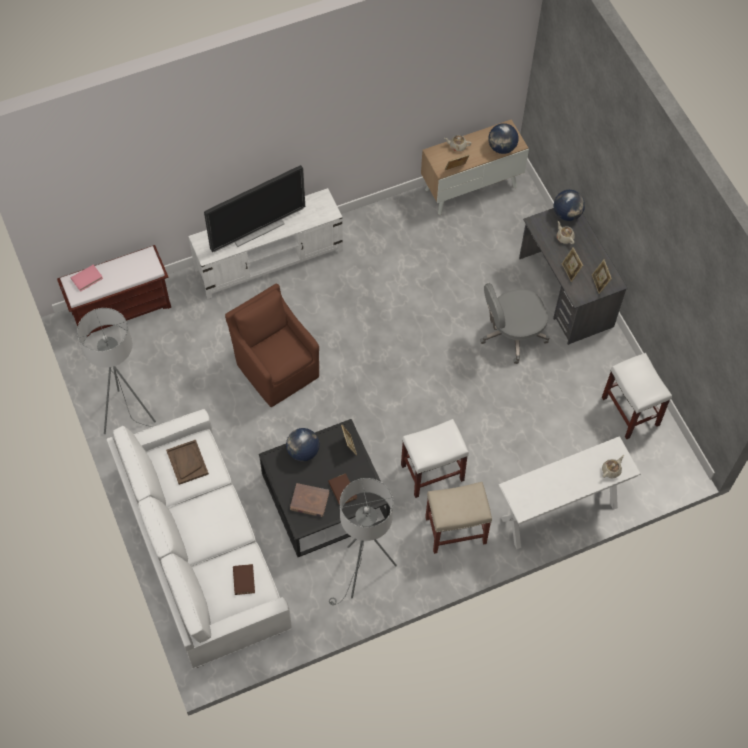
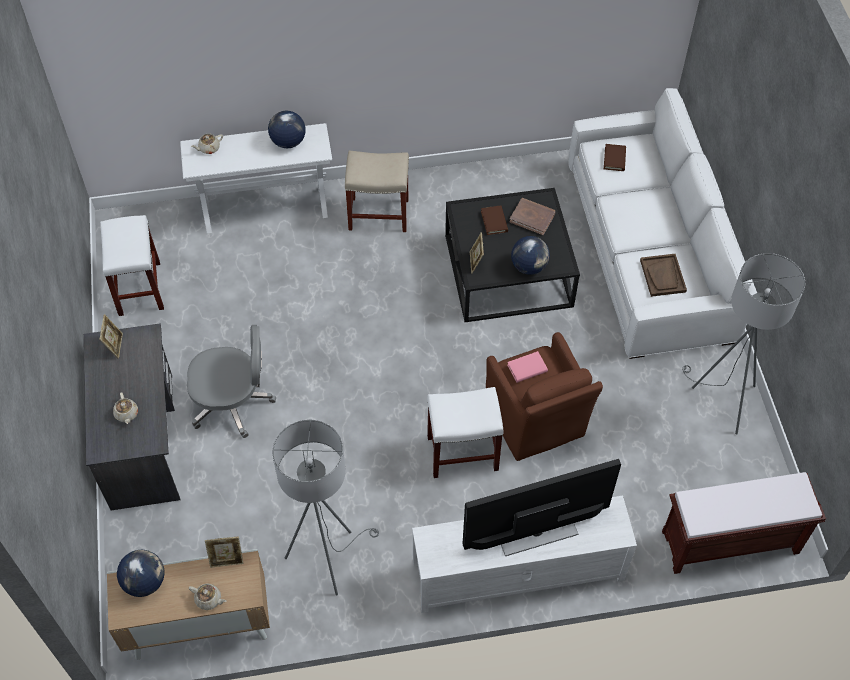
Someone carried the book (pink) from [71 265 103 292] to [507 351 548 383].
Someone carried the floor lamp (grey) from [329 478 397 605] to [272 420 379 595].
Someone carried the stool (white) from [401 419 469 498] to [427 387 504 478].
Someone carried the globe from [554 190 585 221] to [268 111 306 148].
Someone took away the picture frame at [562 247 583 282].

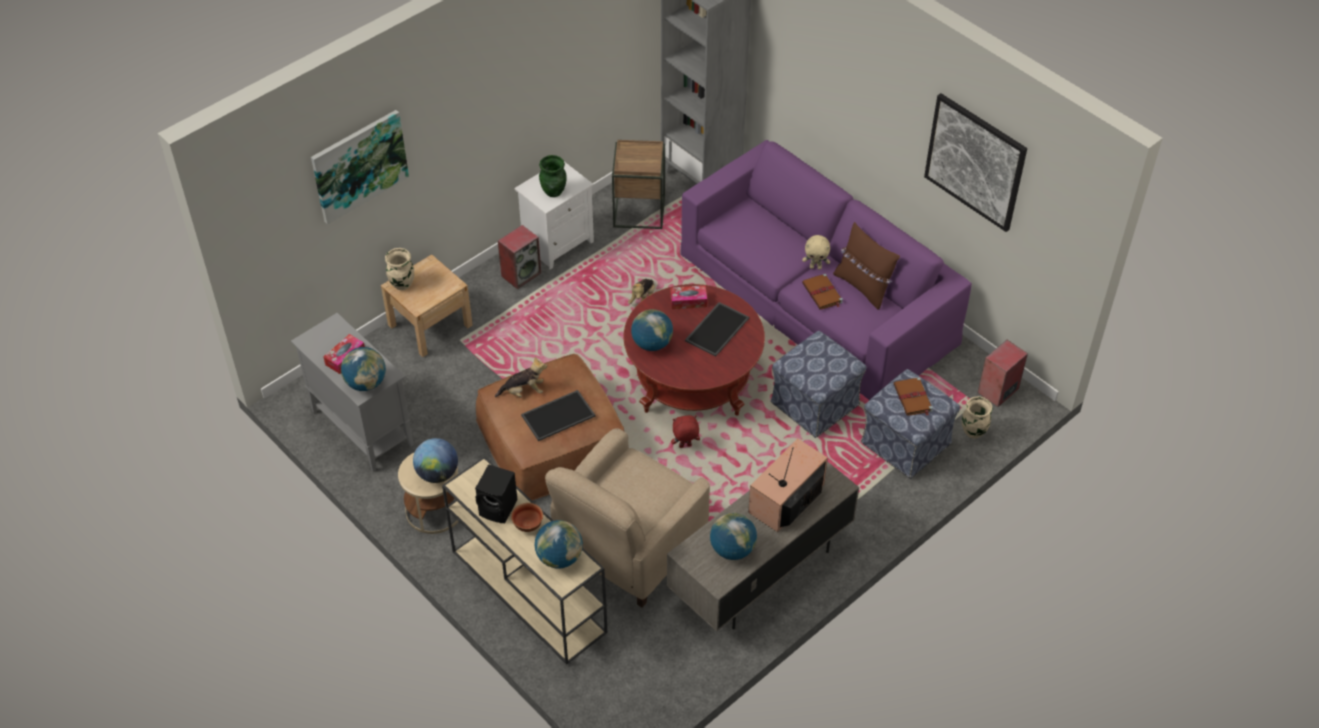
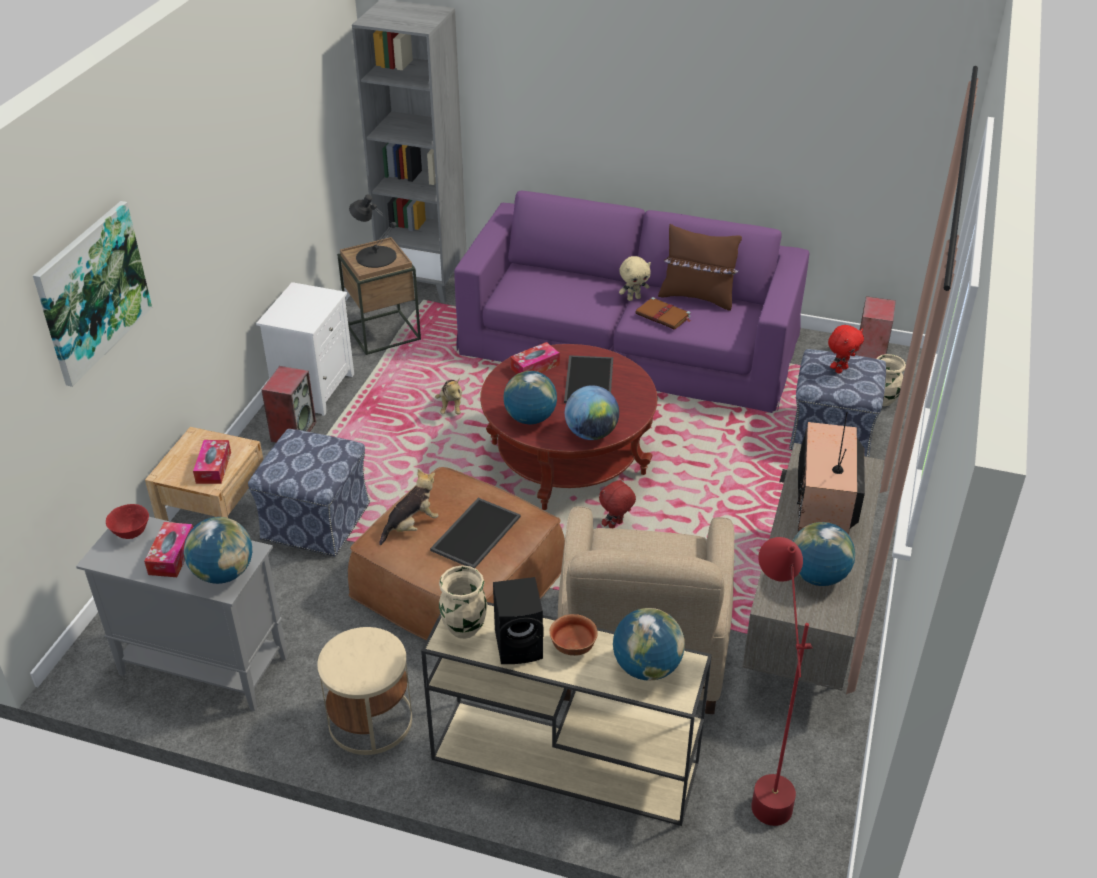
Someone carried the vase (beige) from [385 248 414 290] to [439 565 487 639].
Someone carried the globe from [413 438 458 483] to [565 385 619 440].
Someone took away the vase (green) at [539 155 567 197].
Someone carried the ottoman from [771 331 867 438] to [248 429 370 556].
Someone swapped the book (brown) at [893 377 933 416] for the plush toy (red) at [828 325 864 374].
Someone took away the picture at [924 93 1027 232].
Someone put down the bowl (red) at [106 504 149 539].
Someone put down the tissue box at [193 440 231 484].
Someone put down the table lamp (black) at [349 194 397 268].
Someone put down the floor lamp (red) at [751 537 813 826].

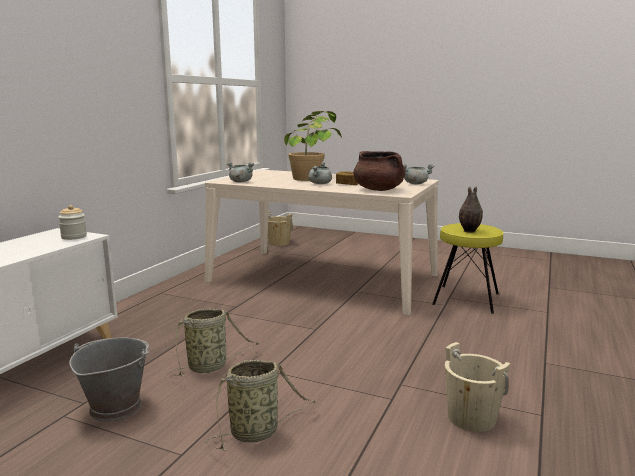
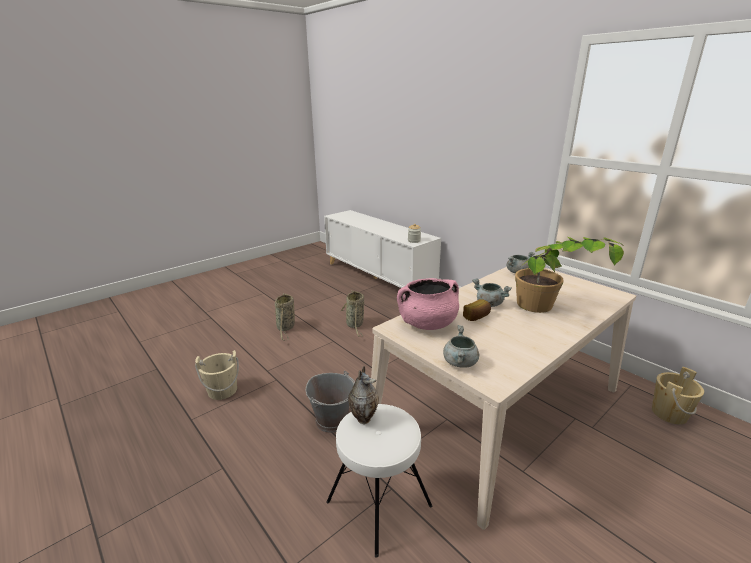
Someone carried the bucket (grey) from [69 338 149 422] to [306 371 355 432].
Someone repainted the cooking pot (brown) at [354 151 405 191], which became the cooking pot (pink) at [397 278 459 330].
Someone repainted the stool (yellow) at [432 223 503 314], which became the stool (white) at [326 404 432 558].

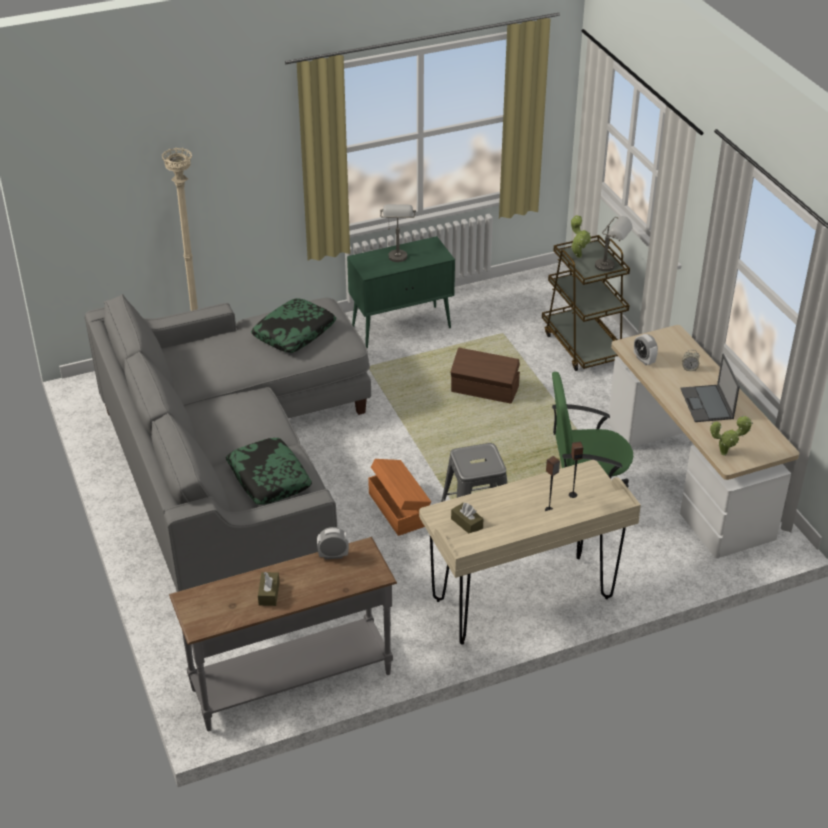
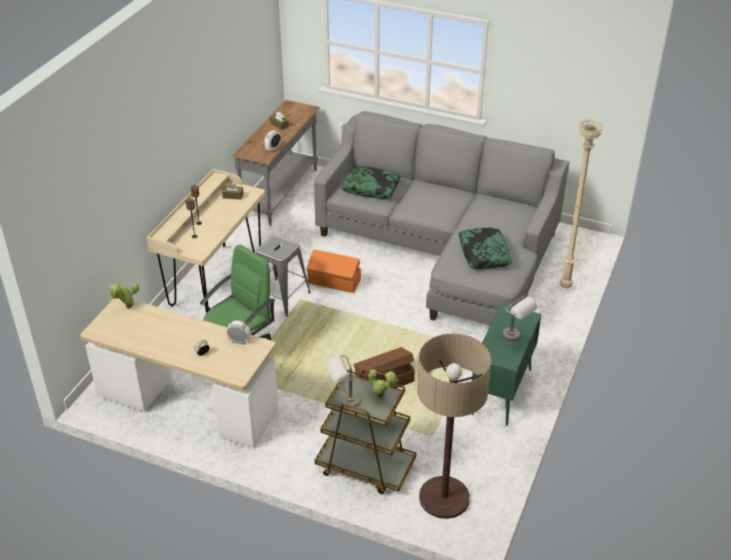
Someone took away the laptop at [680 353 740 422].
Someone put down the floor lamp at [417 333 491 519].

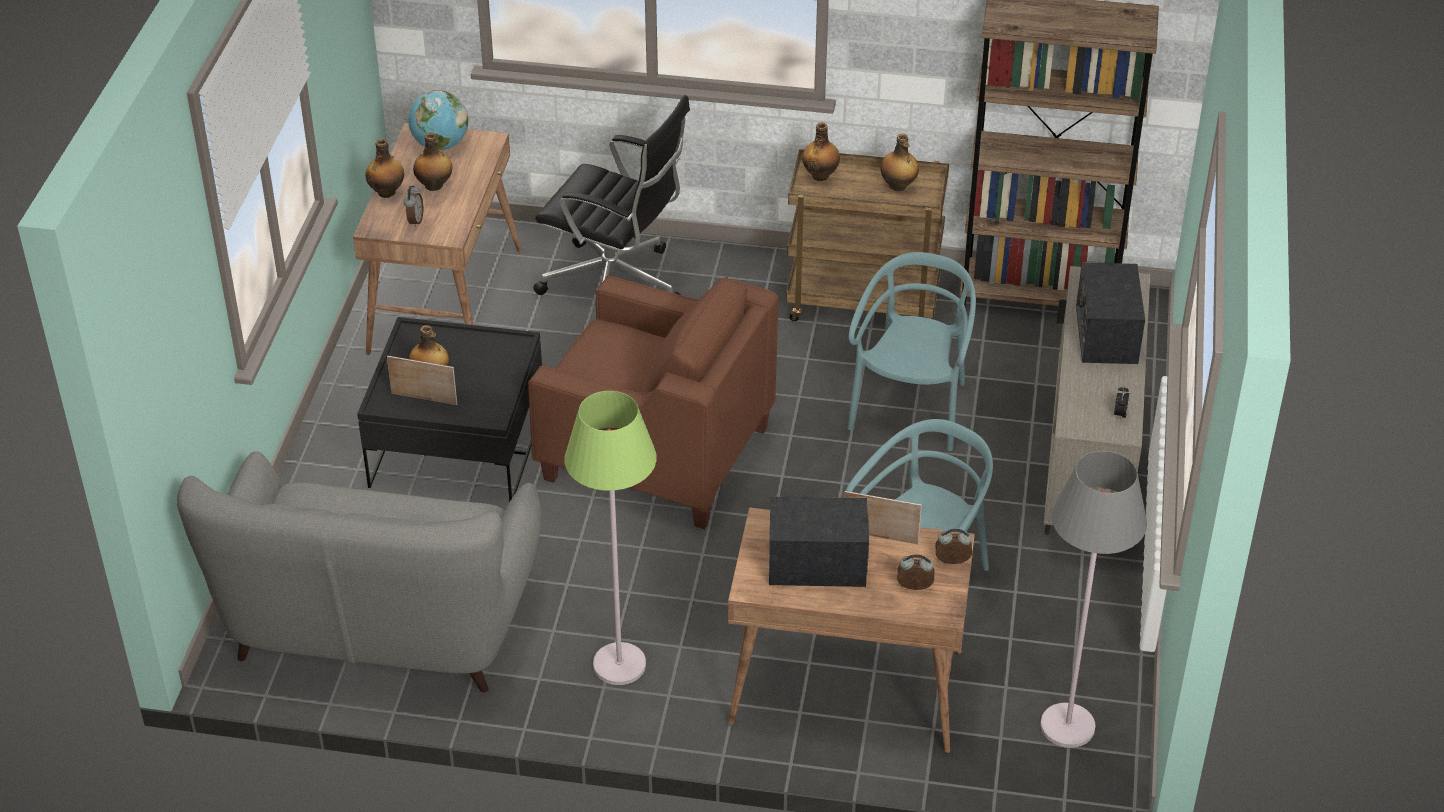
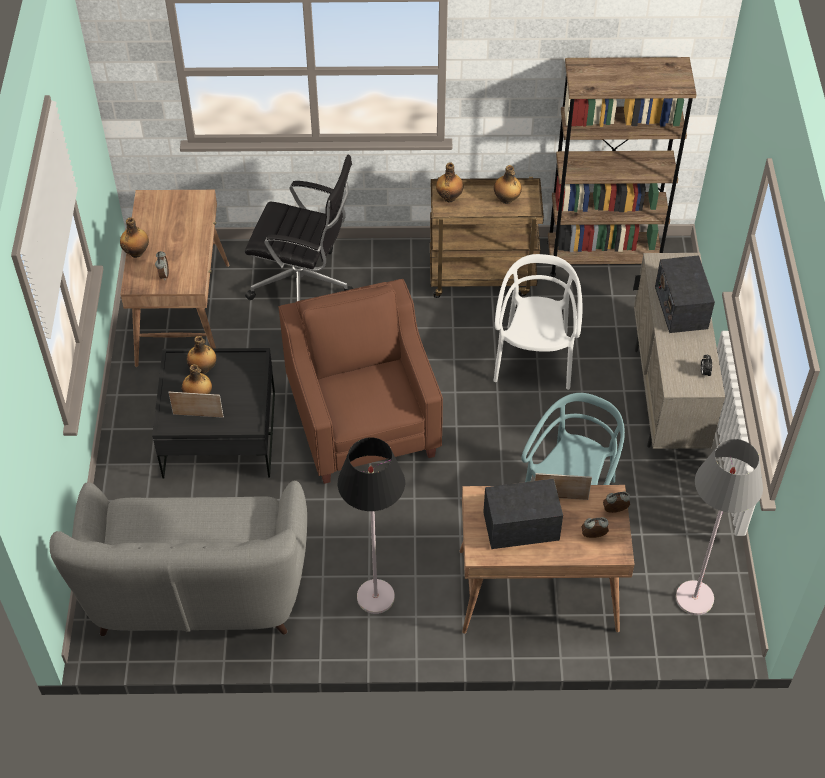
Someone took away the globe at [408 90 468 150].
Someone carried the bottle from [413 133 452 191] to [187 336 216 374].
Someone rotated the armchair (brown) at [528 276 779 529] by 120 degrees counterclockwise.
Someone repainted the floor lamp (green) at [564 391 657 685], which became the floor lamp (black) at [338 438 405 614].
Someone repainted the chair (turquoise) at [848 252 976 451], which became the chair (white) at [494 254 582 390].

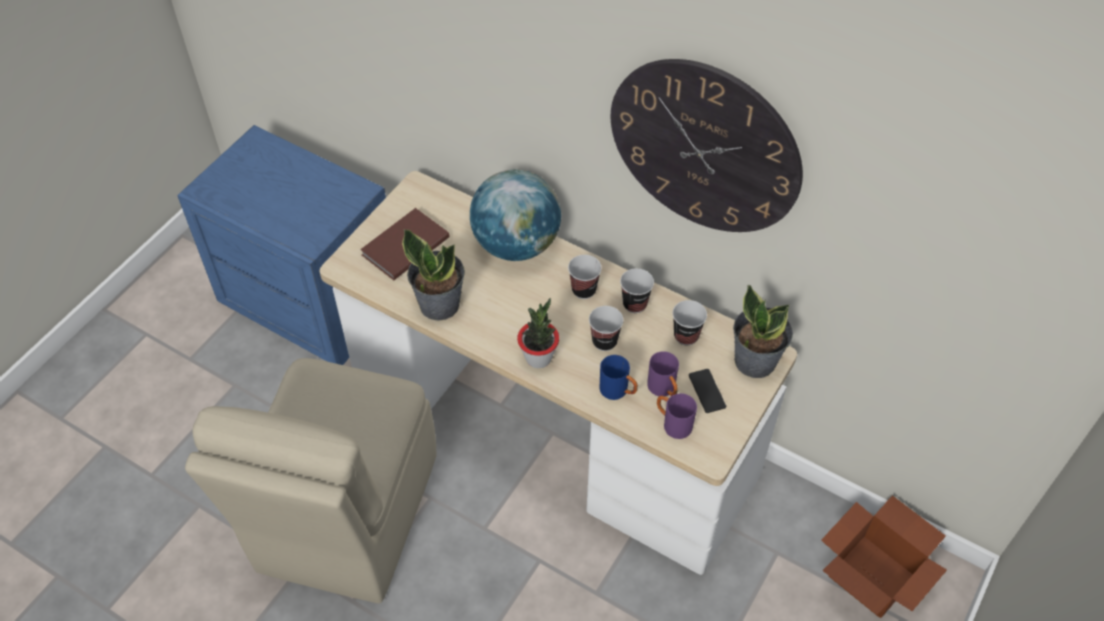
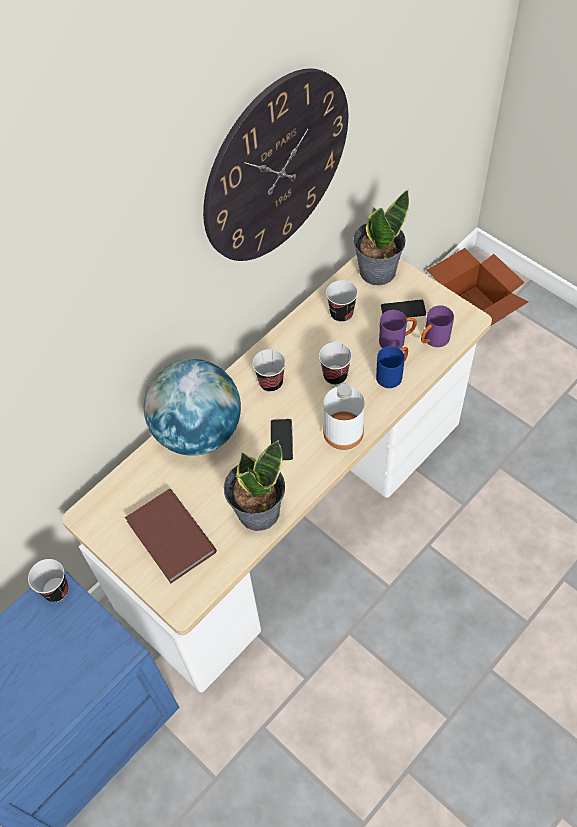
Someone took away the chair (beige) at [185 358 436 603].
Someone swapped the potted plant at [517 298 559 368] for the bottle (white) at [323 384 365 450].
Someone carried the cup from [620 268 654 313] to [28 559 69 602].
Someone put down the phone at [271 419 293 460].

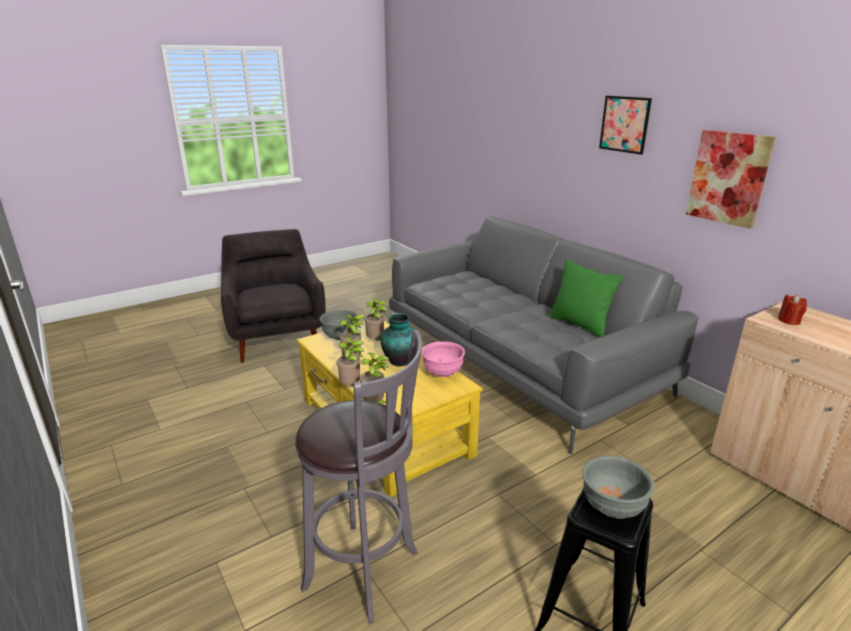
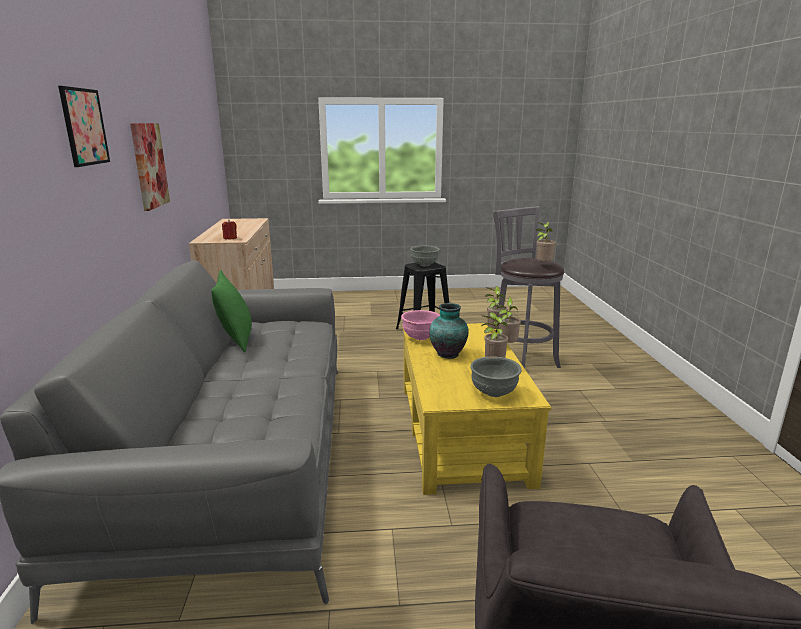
Someone carried the potted plant from [364 298 387 341] to [536 222 556 261].

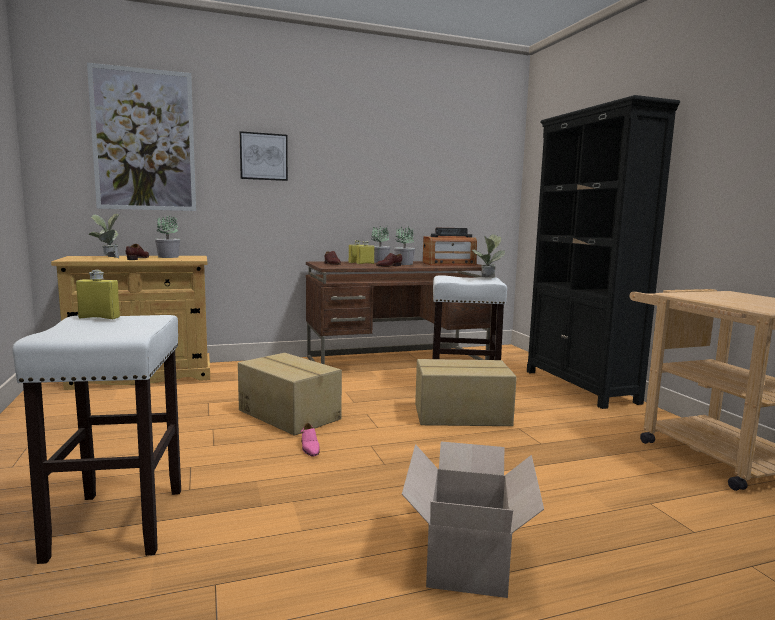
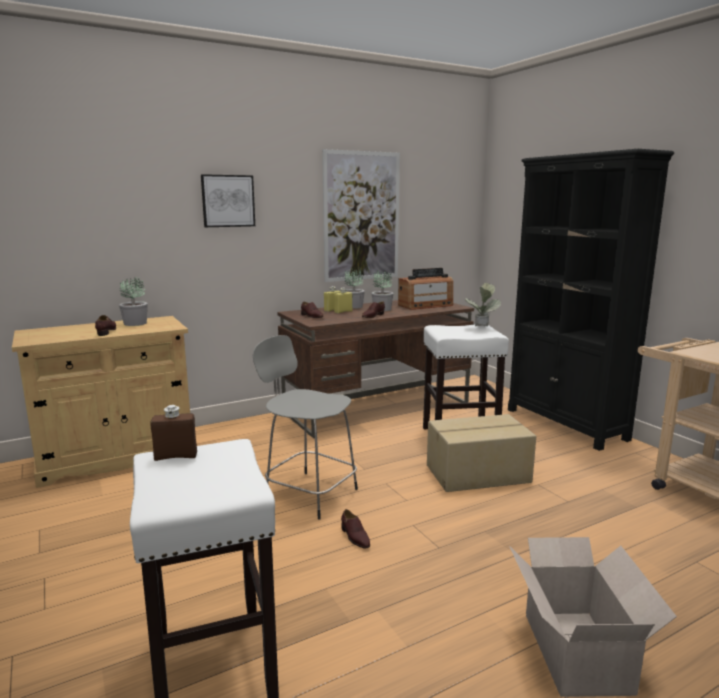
Someone repainted the bottle (yellow) at [76 270 120 319], which became the bottle (brown) at [150 405 197 461].
Someone carried the picture from [87 63 196 211] to [322 149 400 282].
Someone took away the potted plant at [88 214 119 258].
Someone swapped the cardboard box at [238 353 342 435] for the stool (grey) at [253 335 358 520].
Someone repainted the shoe (pink) at [301 423 320 457], which became the shoe (brown) at [341 509 370 549].

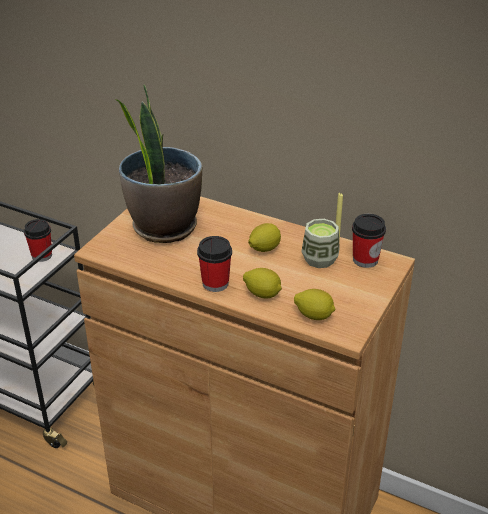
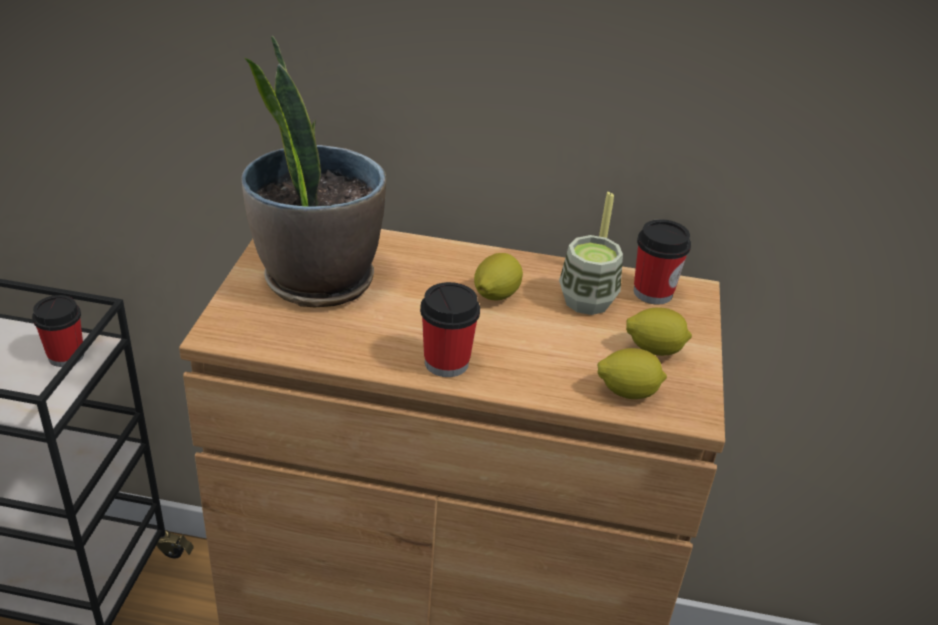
Someone carried the lemon from [243 268 282 298] to [626 307 692 356].

